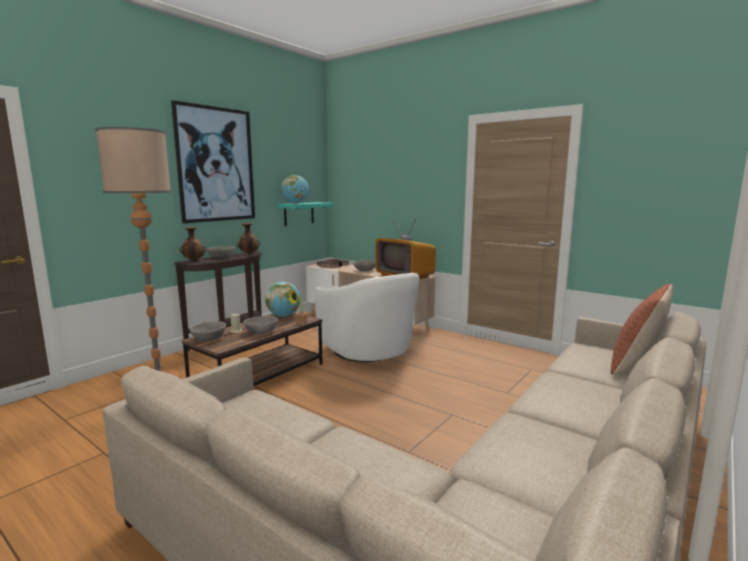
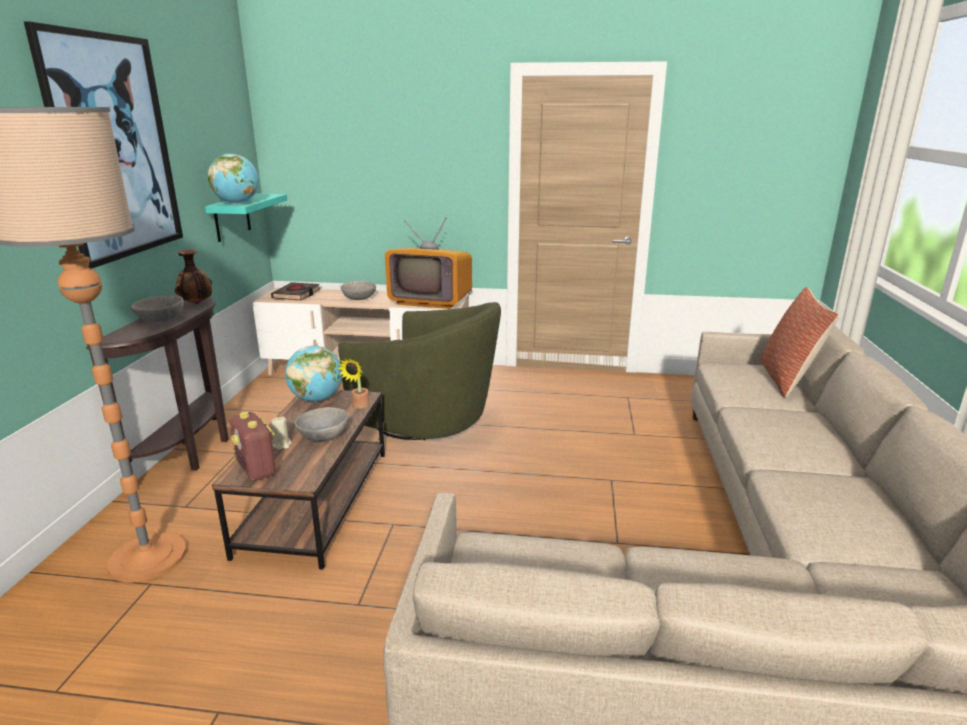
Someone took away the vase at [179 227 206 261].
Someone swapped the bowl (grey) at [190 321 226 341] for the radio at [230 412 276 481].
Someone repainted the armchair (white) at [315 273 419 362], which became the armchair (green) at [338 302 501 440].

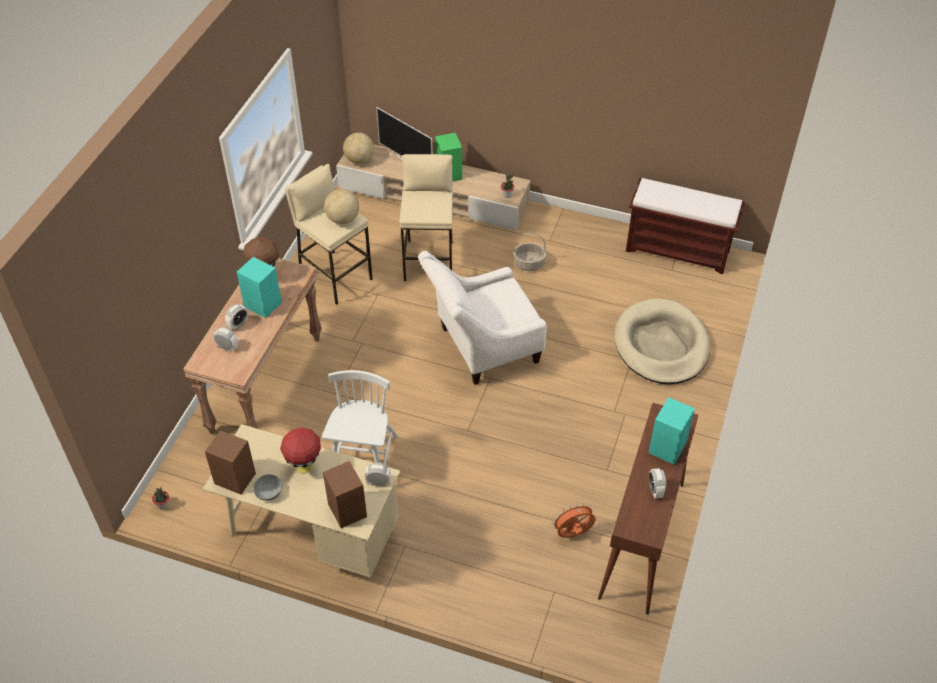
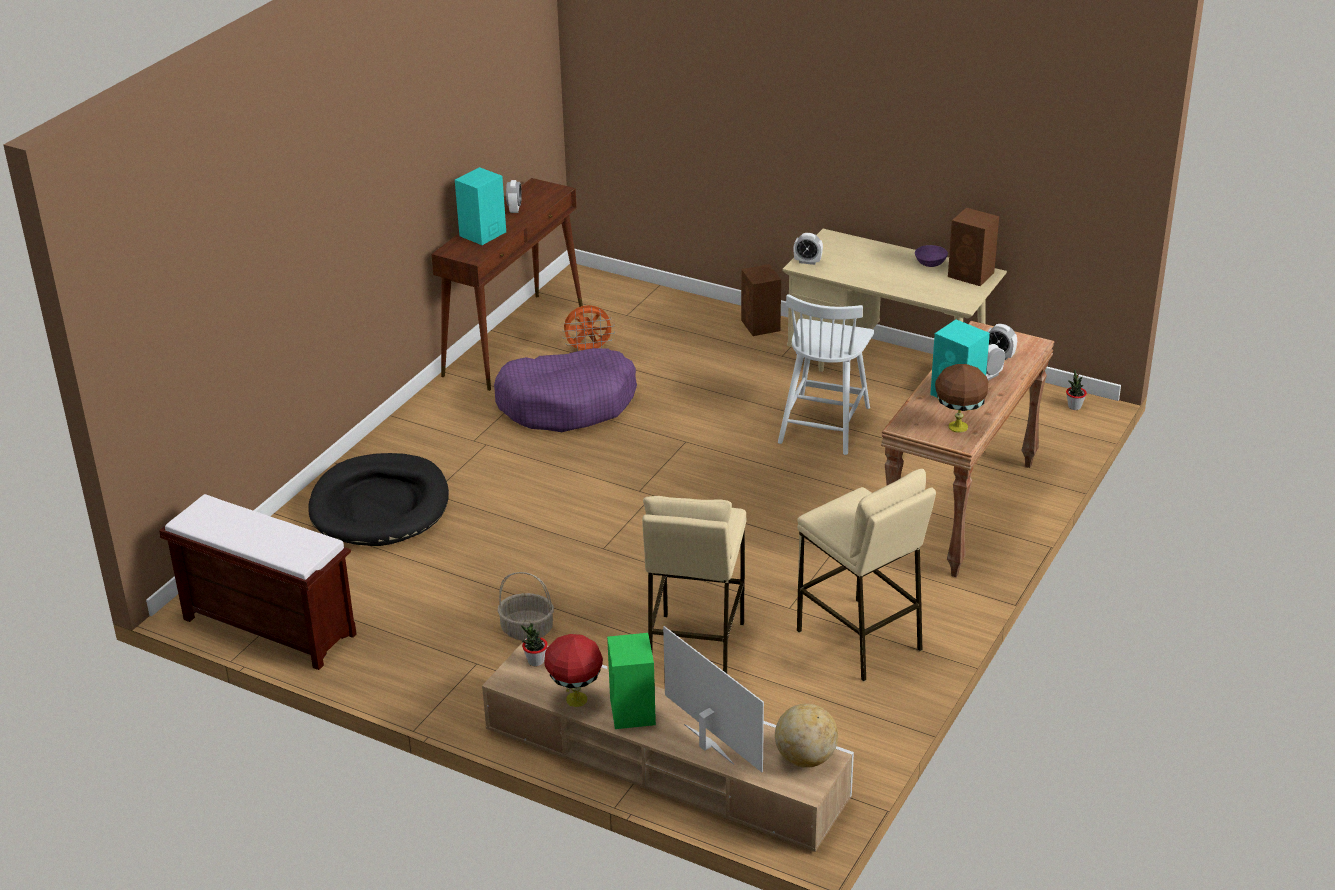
Someone repainted the bowl (grey) at [253 474 283 501], which became the bowl (purple) at [915 245 948 267].
Someone carried the table lamp (red) from [280 427 321 474] to [544 634 603 707].
Someone carried the speaker (brown) from [323 461 367 528] to [741 264 781 336].
Someone took away the globe at [324 189 359 224].
Someone took away the armchair (white) at [418 251 547 385].
Someone repainted the dog bed (beige) at [614 299 710 385], which became the dog bed (black) at [308 453 449 546].
Someone put down the dog bed (purple) at [494 348 637 432].

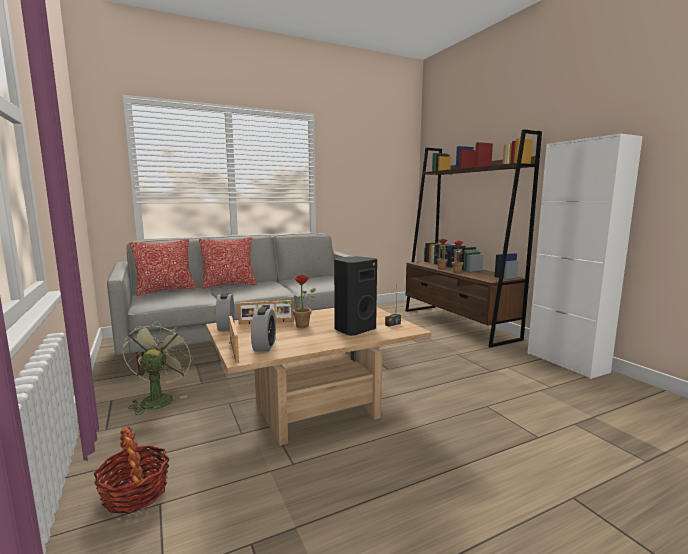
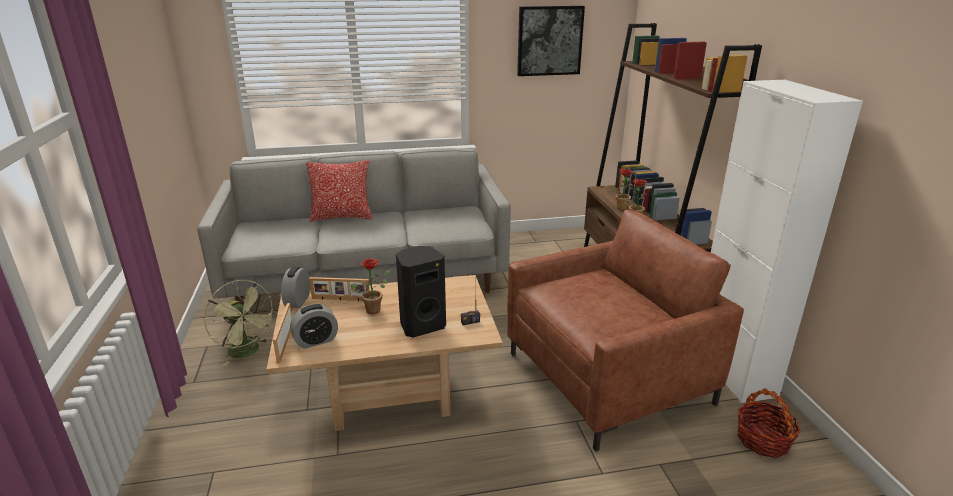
Someone carried the basket from [94 426 170 514] to [737 388 801 458].
Someone rotated the fan (green) at [122 321 194 415] by 120 degrees clockwise.
Someone took away the pillow at [130 239 196 296].
Someone rotated the alarm clock at [251 307 276 352] by 45 degrees clockwise.
Someone put down the armchair (brown) at [507 209 744 451].
Someone put up the picture at [517 6 585 76].

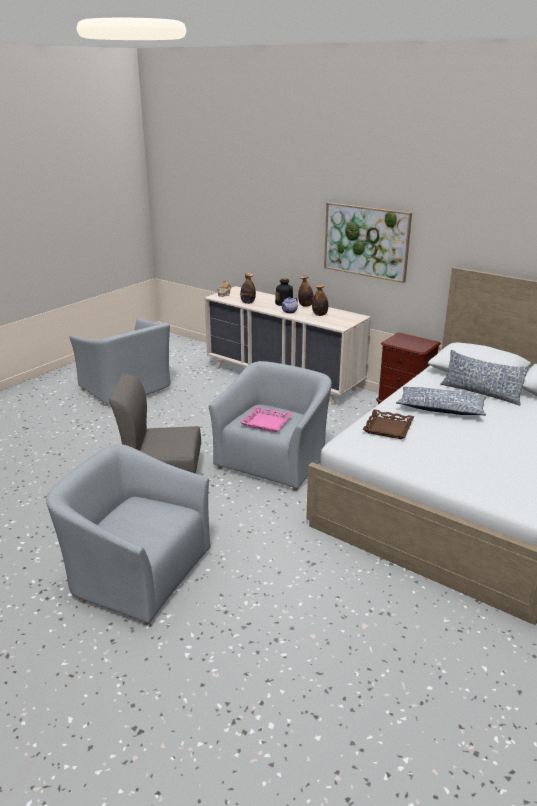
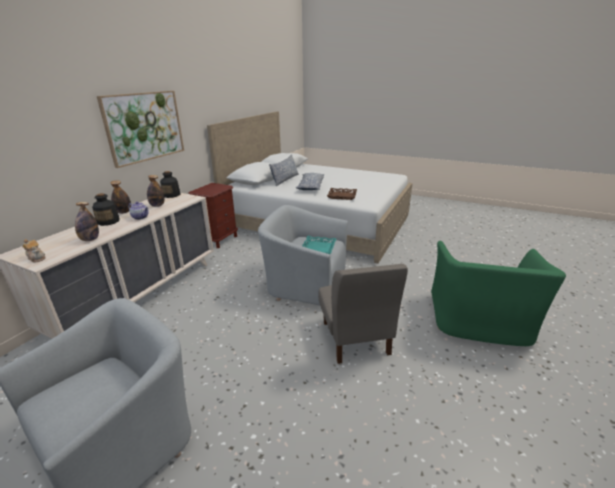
Someone repainted the armchair (grey) at [46 444 210 625], which became the armchair (green) at [431 241 566 346].
Someone repainted the tray (pink) at [240 406 292 432], which became the tray (turquoise) at [302 236 336 254].
Someone put down the bottle at [160 171 181 198].

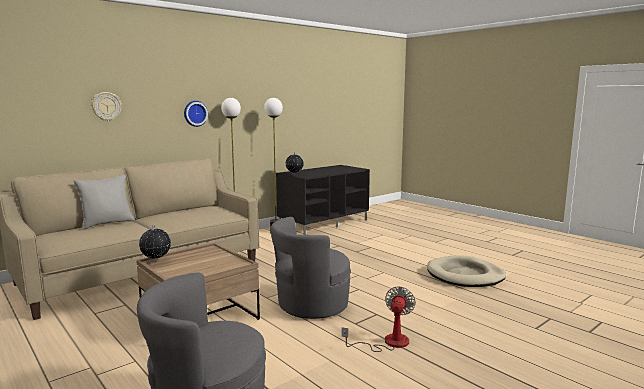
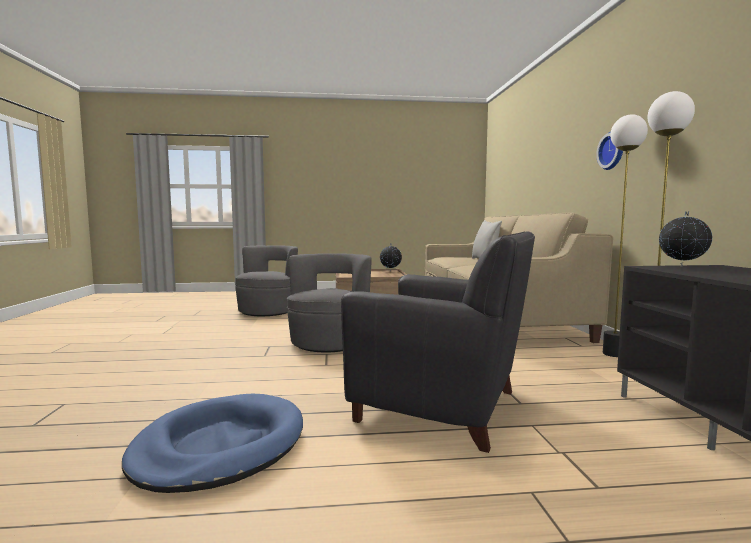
Someone took away the wall clock at [91 92 122 122].
Someone took away the fan at [342 286 416 352].
Someone repainted the dog bed (beige) at [427 255 506 287], which became the dog bed (blue) at [122 394 303 493].
Someone put down the armchair (black) at [341 231 535 453].

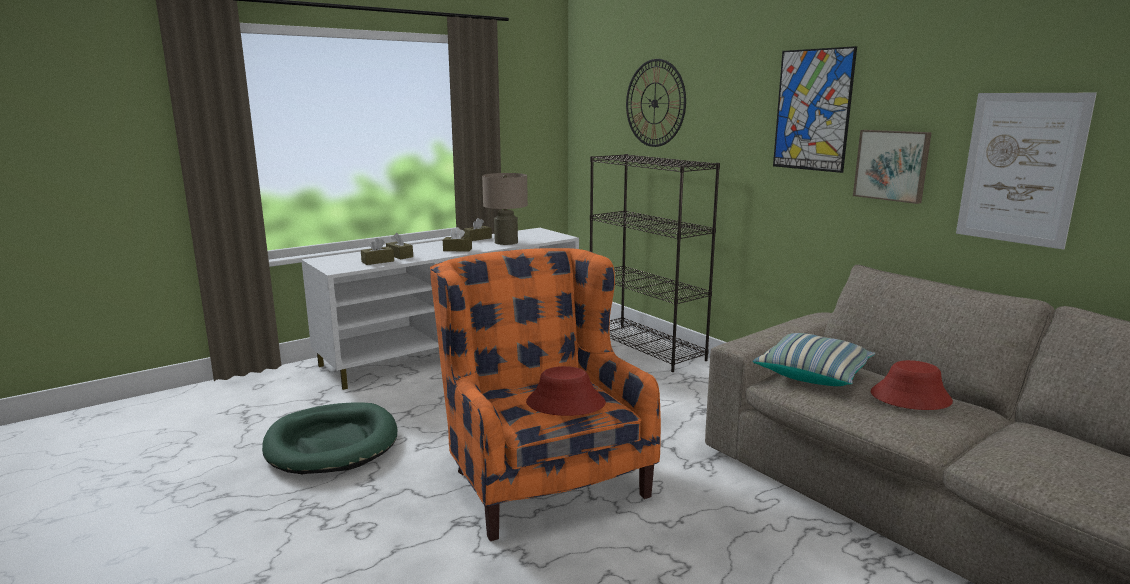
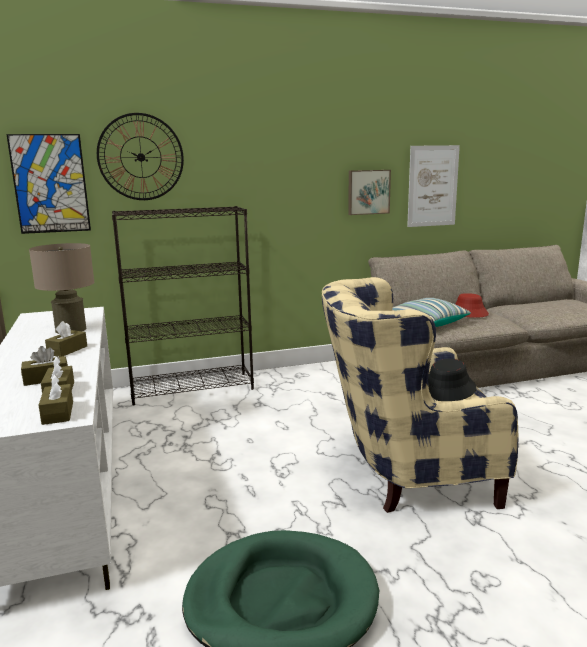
Someone repainted the armchair (orange) at [430 248 661 541], which became the armchair (beige) at [322 277 518 513].
Someone carried the tissue box (brown) from [464 218 492 241] to [39 375 73 425].
Someone repainted the hat (red) at [526 366 606 416], which became the hat (black) at [428 359 477 401].
Someone carried the picture from [773 46 857 173] to [6 134 91 234].

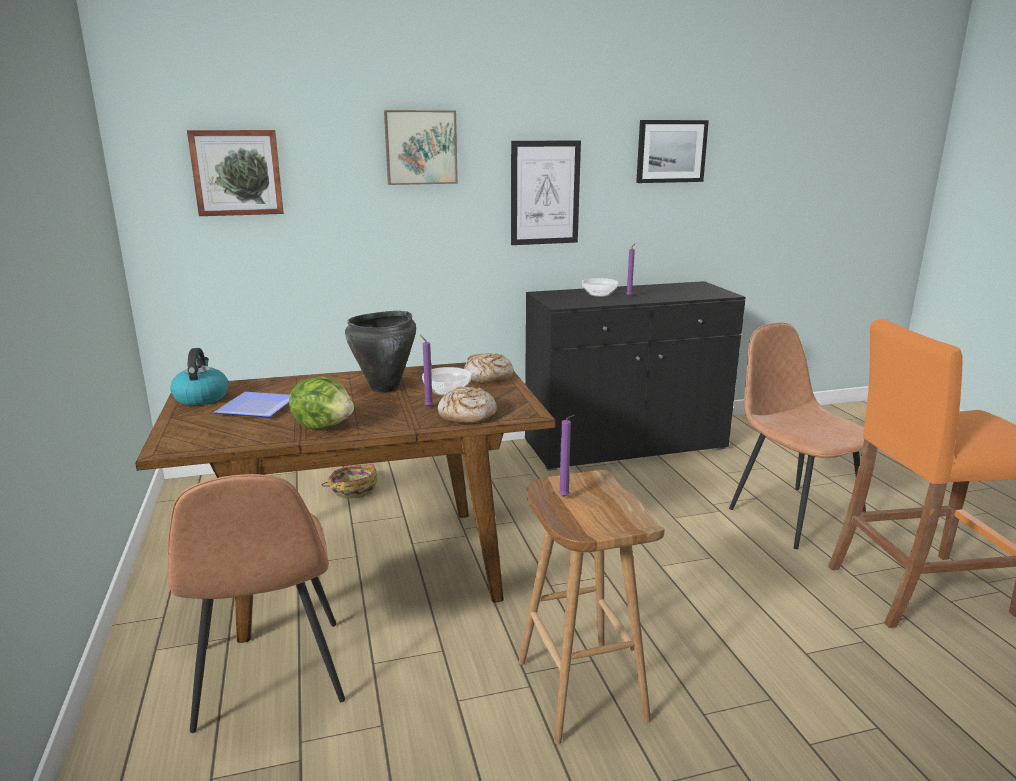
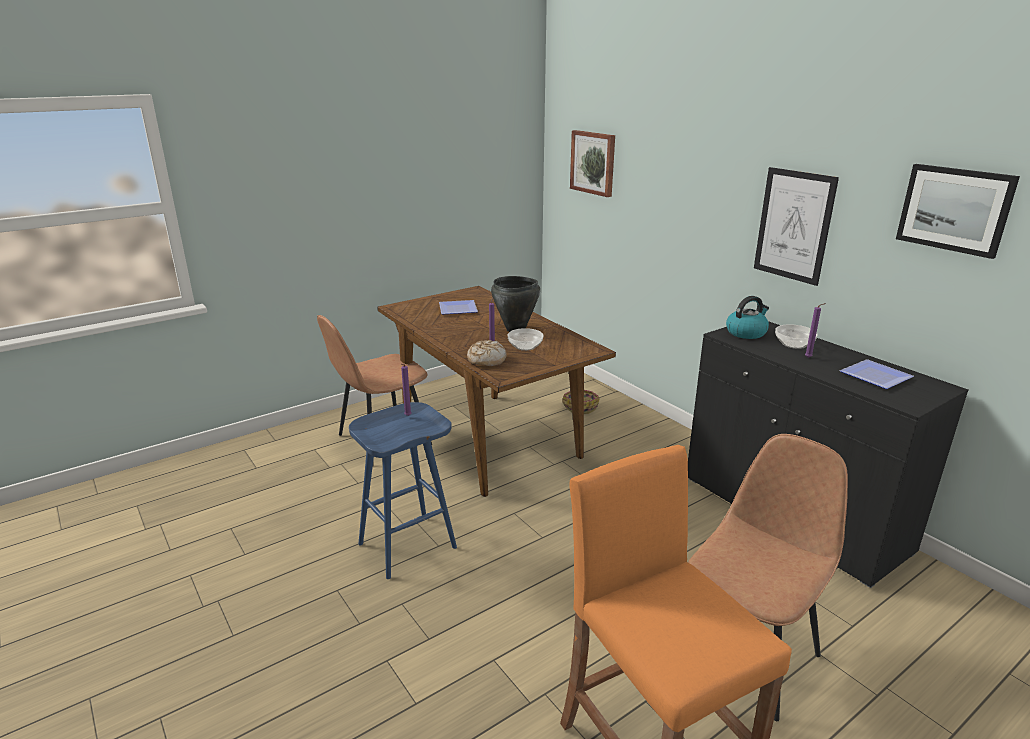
Someone carried the kettle from [170 348 229 405] to [726 296 769 339].
Someone took away the lettuce at [289 376 354 430].
Someone took away the picture at [384 110 458 185].
Someone took away the bread at [464 352 513 383].
Someone repainted the stool (brown) at [519 470 665 744], which became the stool (blue) at [349 402 457 579].
Someone put down the plate at [840 359 914 389].

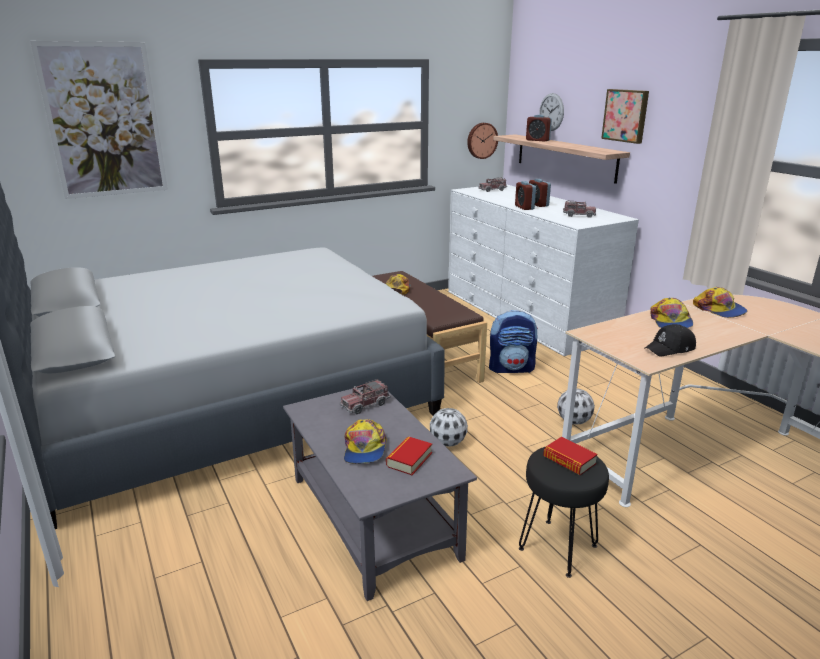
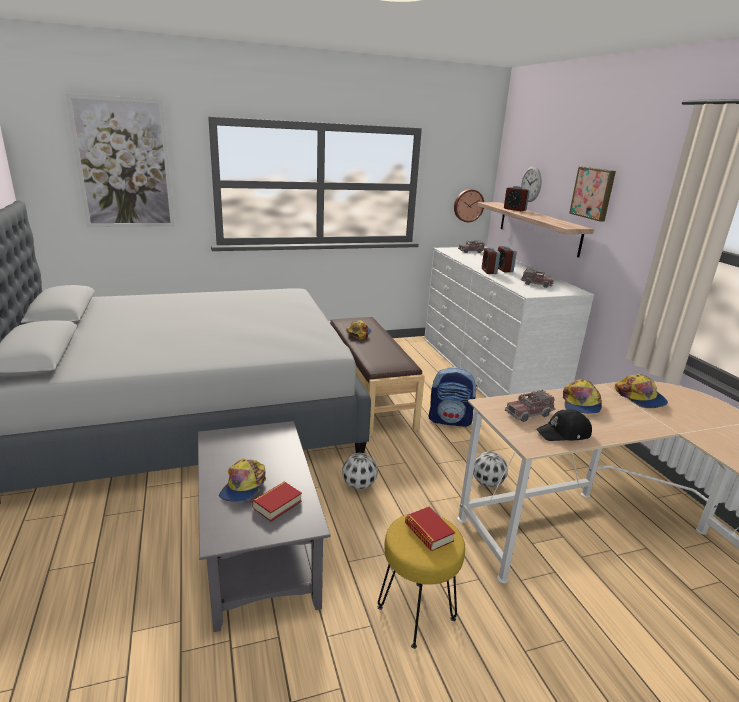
Someone carried the toy truck from [340 379 391 414] to [505 390 556 422].
Someone repainted the stool (black) at [519 447 609 578], which became the stool (yellow) at [378 514 465 649].

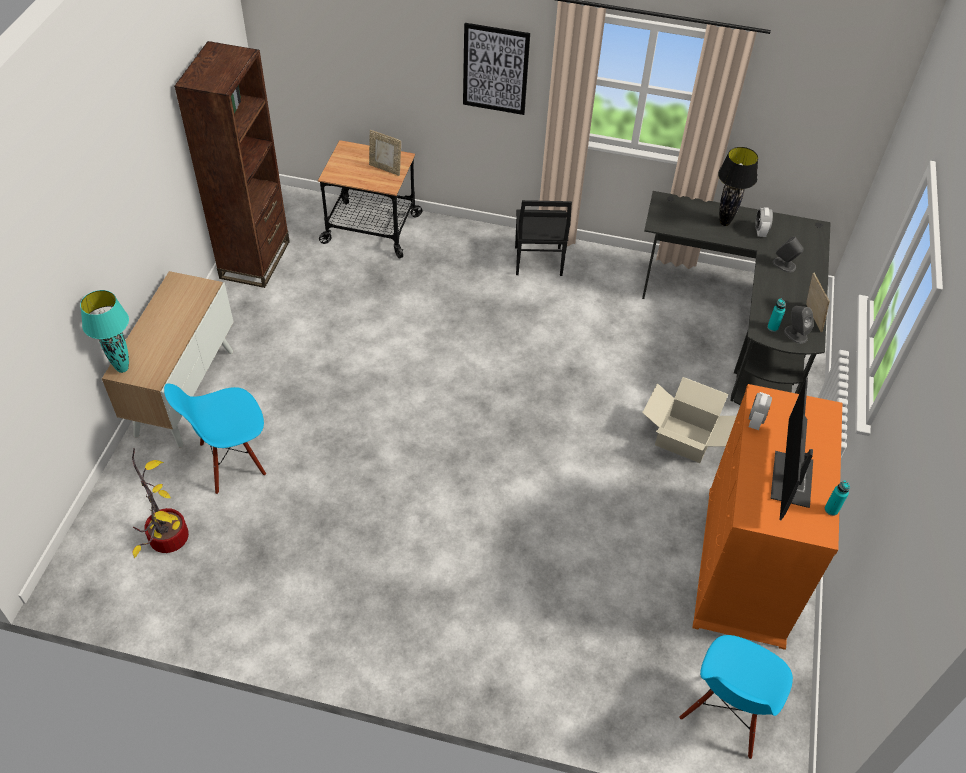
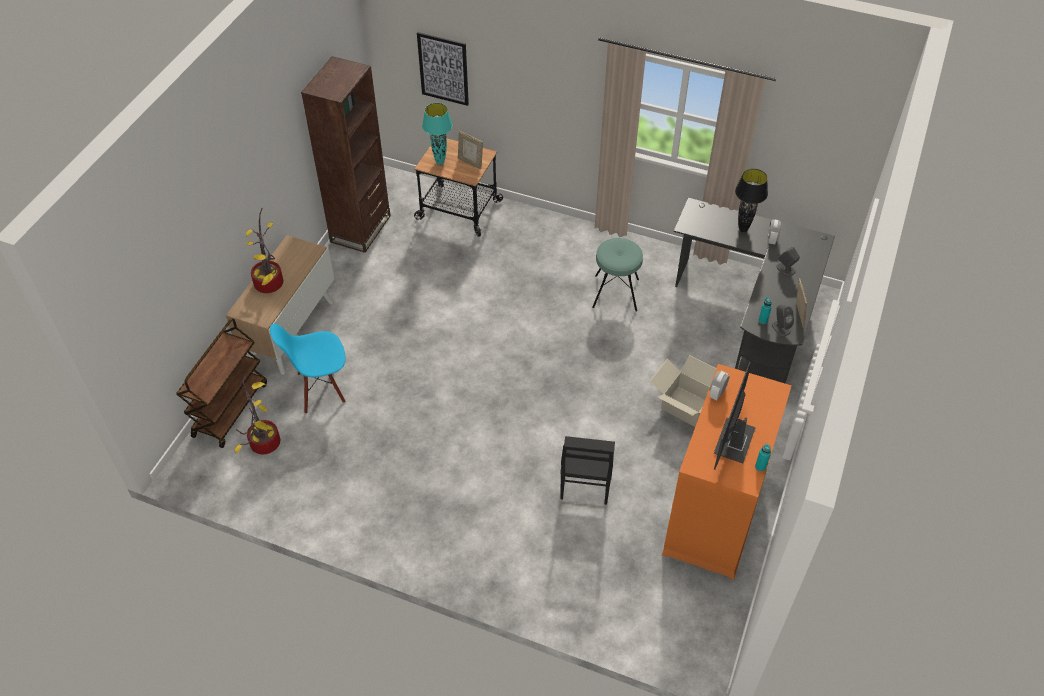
Someone carried the table lamp (turquoise) from [80 290 129 373] to [422 103 453 165].
Someone carried the picture from [463 23 530 115] to [417 32 469 106].
Someone carried the chair (black) from [515 200 572 276] to [560 436 615 505].
Someone took away the chair (blue) at [680 635 793 759].
Someone put down the cart (brown) at [176 318 267 448].
Someone put down the potted plant at [246 209 283 293].
Someone put down the stool (turquoise) at [592 238 643 312].

